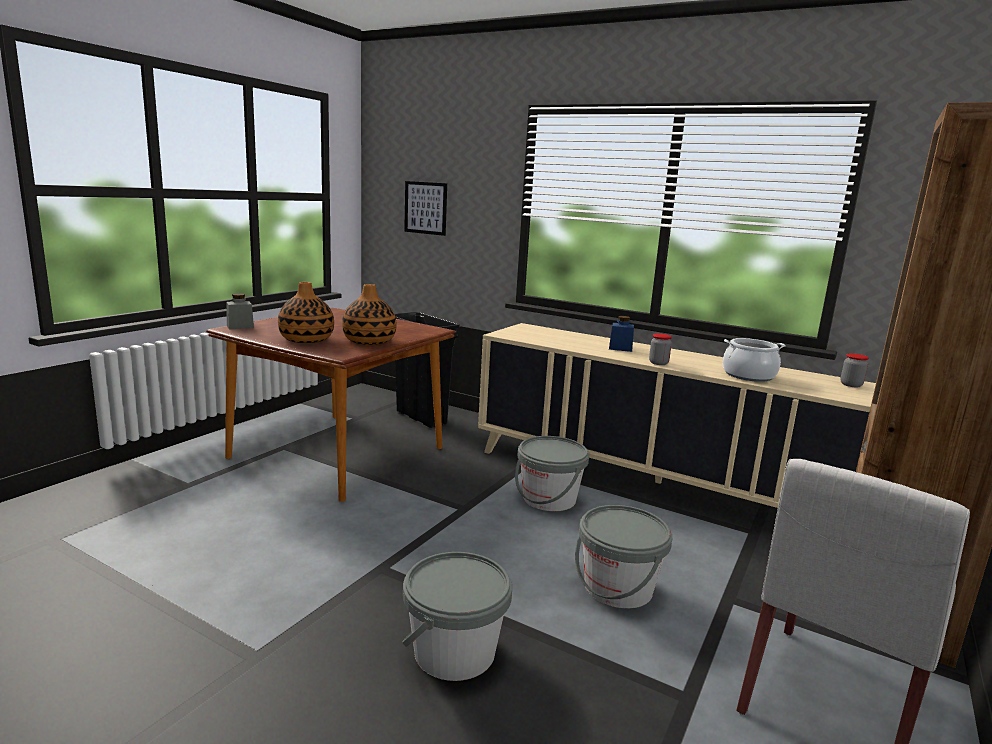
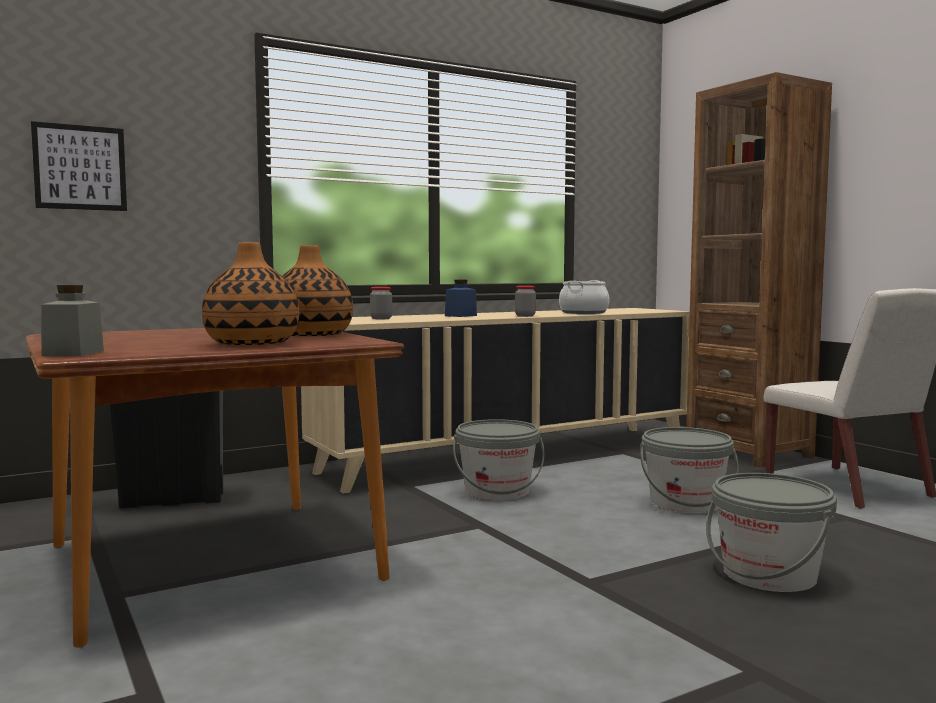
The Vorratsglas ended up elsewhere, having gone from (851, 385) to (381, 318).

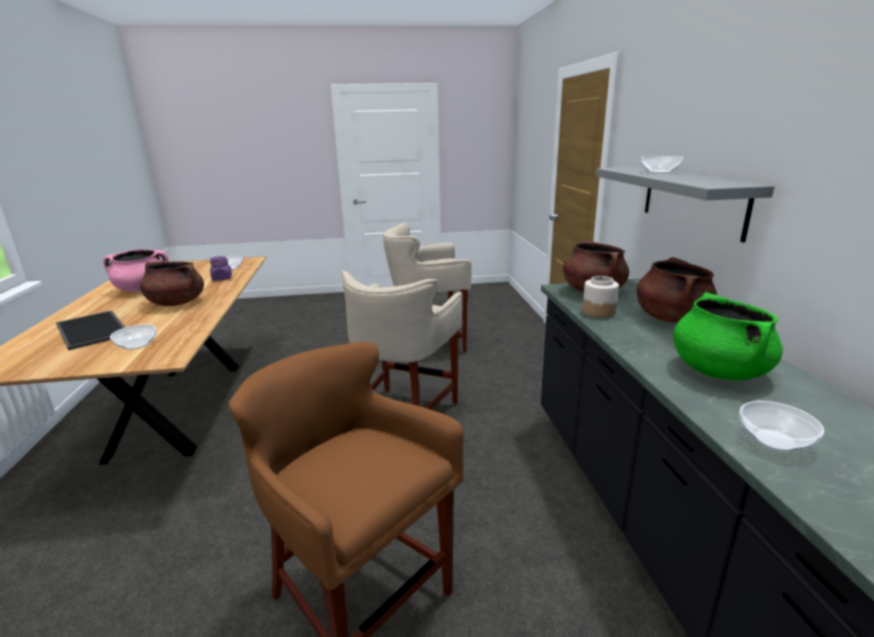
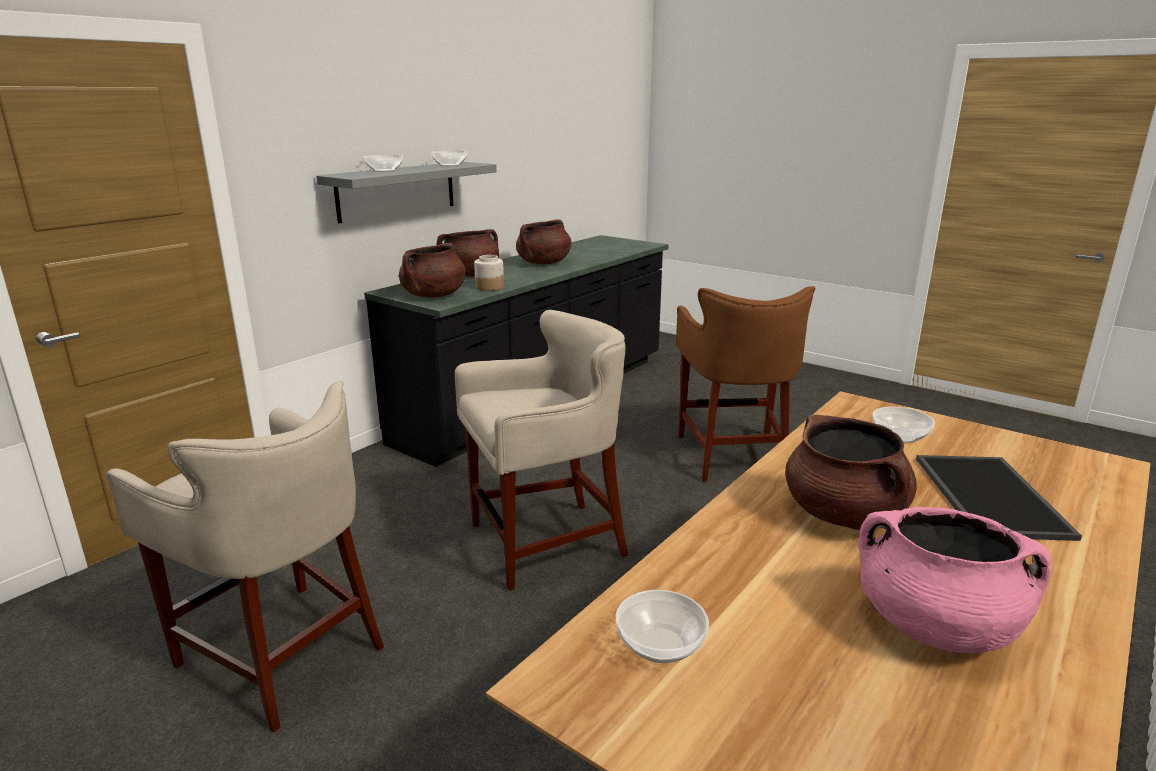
The Schüssel ended up elsewhere, having gone from (774, 439) to (449, 165). What was the Kochtopf (grün) at (718, 370) turned into the Kochtopf (braun) at (543, 263). The second view lost the Vorratsglas (lila) at (222, 278).

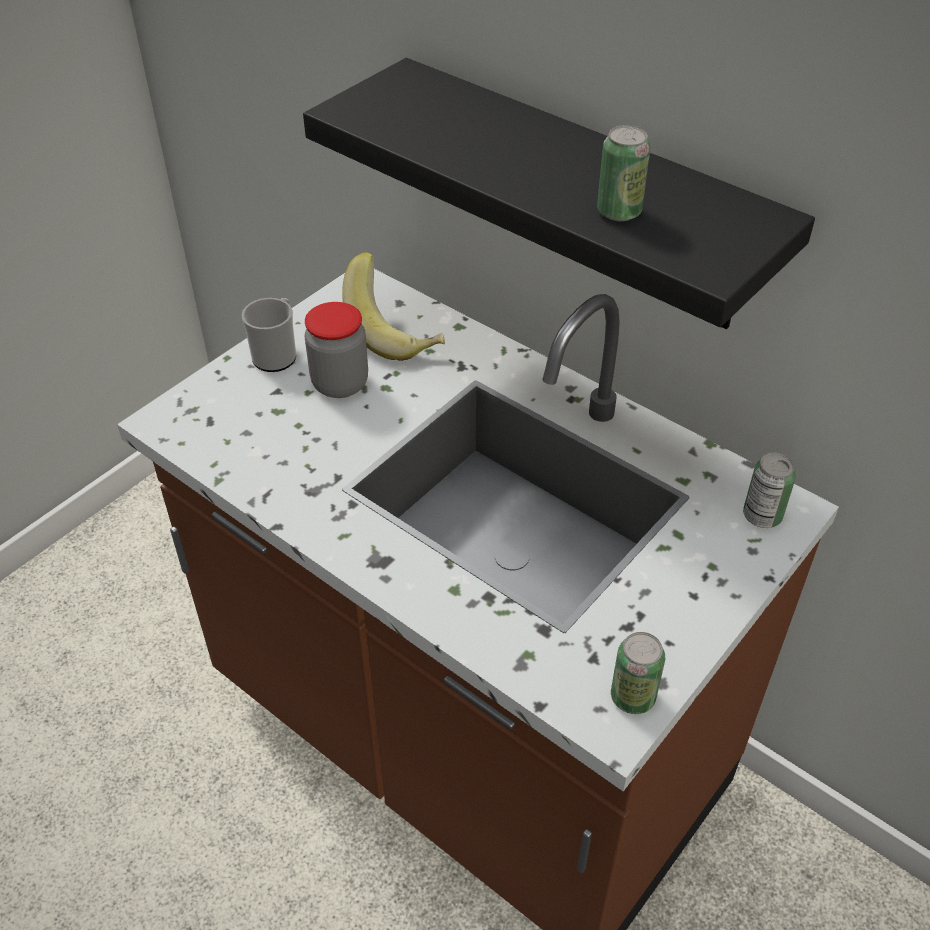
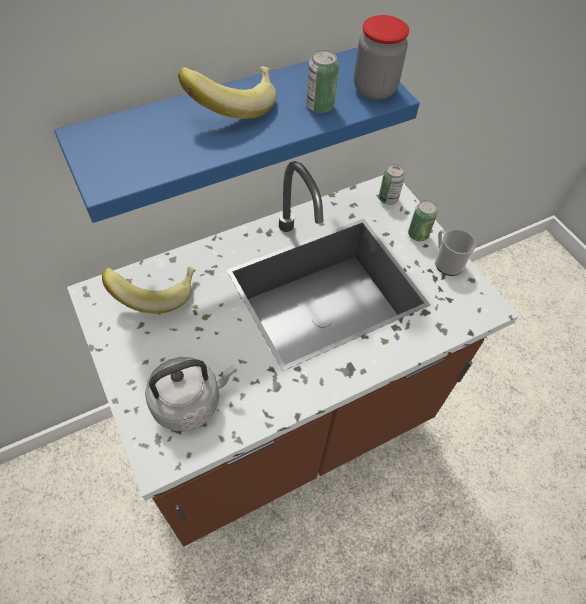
What was the Wandregal (schwarz) at (584, 196) turned into the Wandregal (blau) at (225, 126). The second view gained the Wasserkessel (grau) at (190, 402). The second view gained the Banane at (233, 105). The Vorratsglas ended up elsewhere, having gone from (340, 384) to (374, 89). The Dose ended up elsewhere, having gone from (632, 697) to (418, 234). The Henkelbecher ended up elsewhere, having gone from (277, 354) to (446, 262).

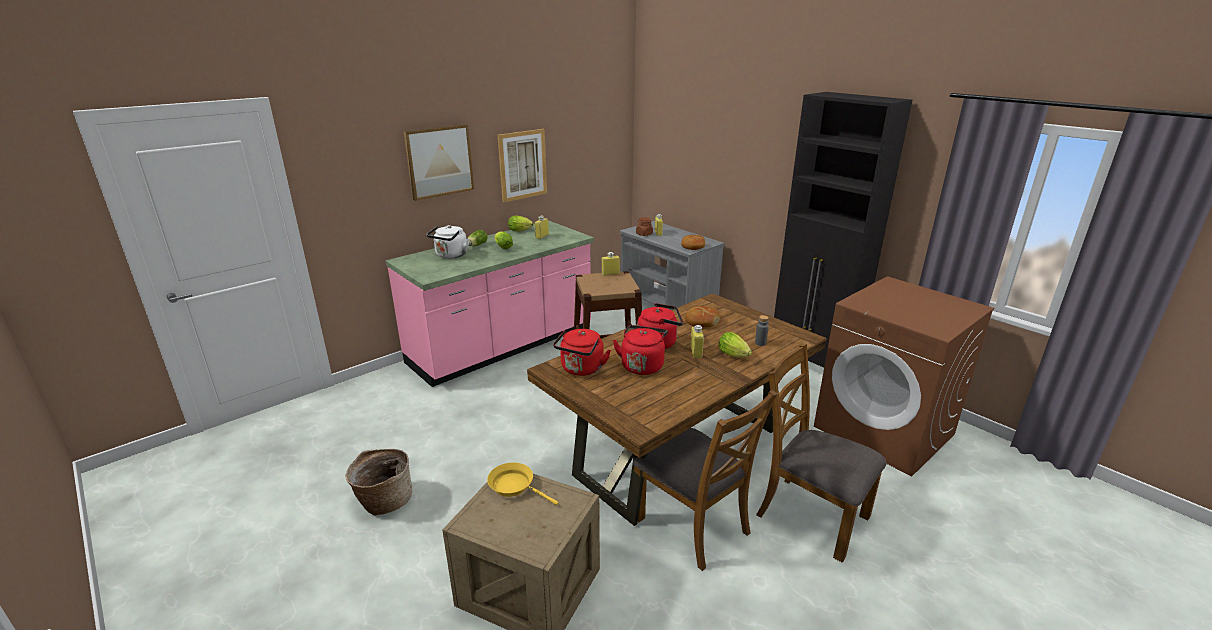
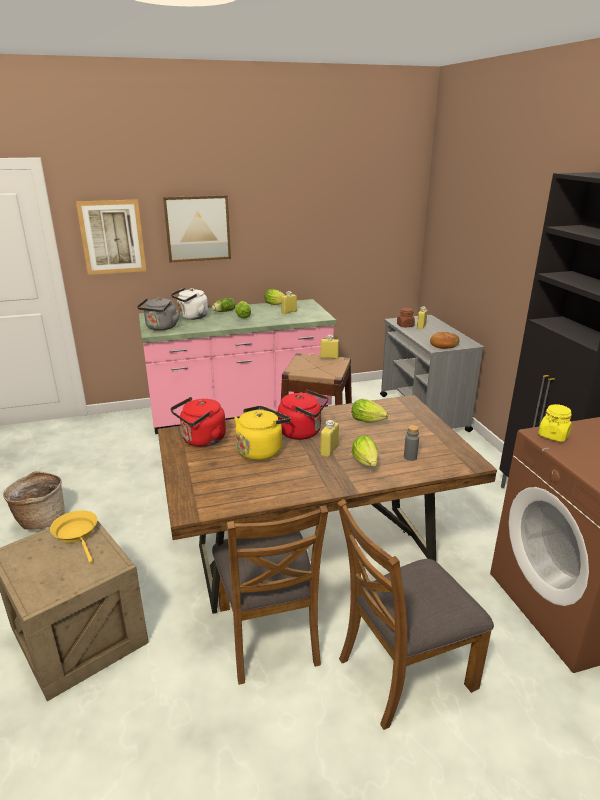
The Bild ended up elsewhere, having gone from (522, 165) to (112, 237). The second view gained the Wasserkessel (grau) at (161, 328). What was the Wasserkessel (rot) at (642, 365) turned into the Wasserkessel (gelb) at (261, 450). The Stuhl (braun) at (811, 515) ended up facing another way, 90 degrees counterclockwise from before. Where the Brot stood at (701, 322), the Salatkopf came to stand at (369, 421). The second view gained the Vorratsglas (gelb) at (553, 435).

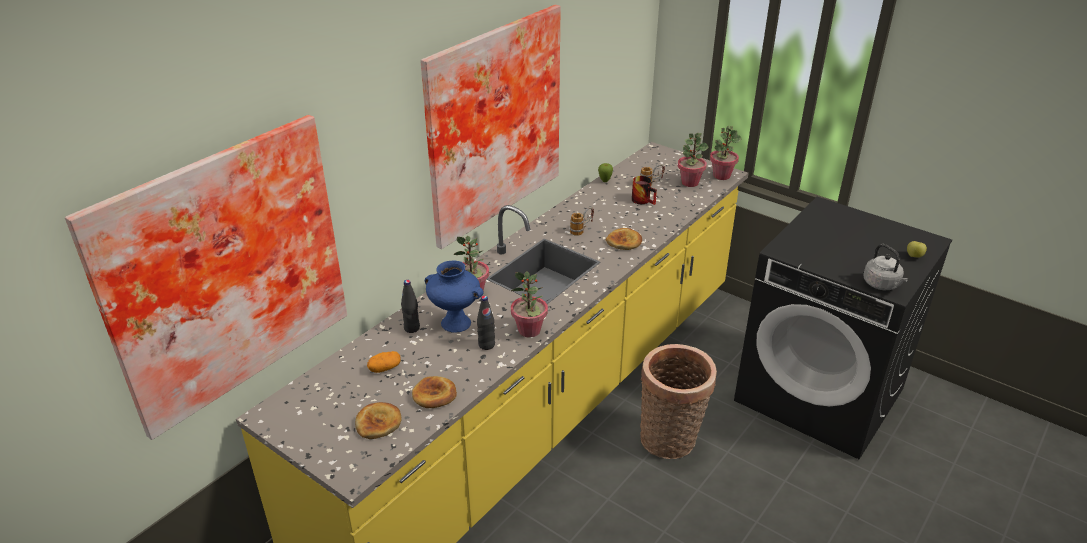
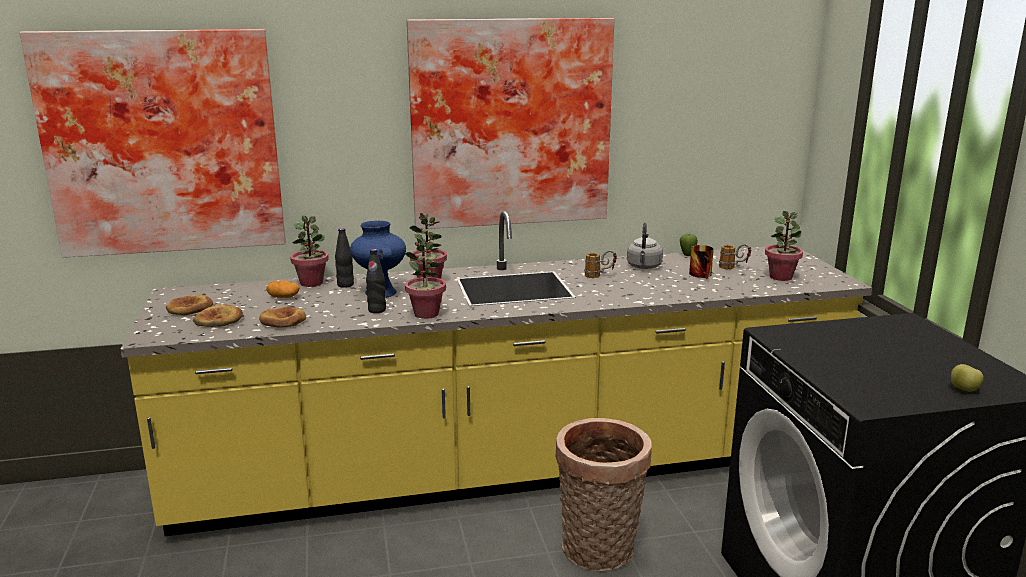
The Brot ended up elsewhere, having gone from (624, 242) to (189, 309). The Topfpflanze ended up elsewhere, having gone from (721, 176) to (312, 283). The Wasserkessel (grau) ended up elsewhere, having gone from (882, 285) to (644, 267).

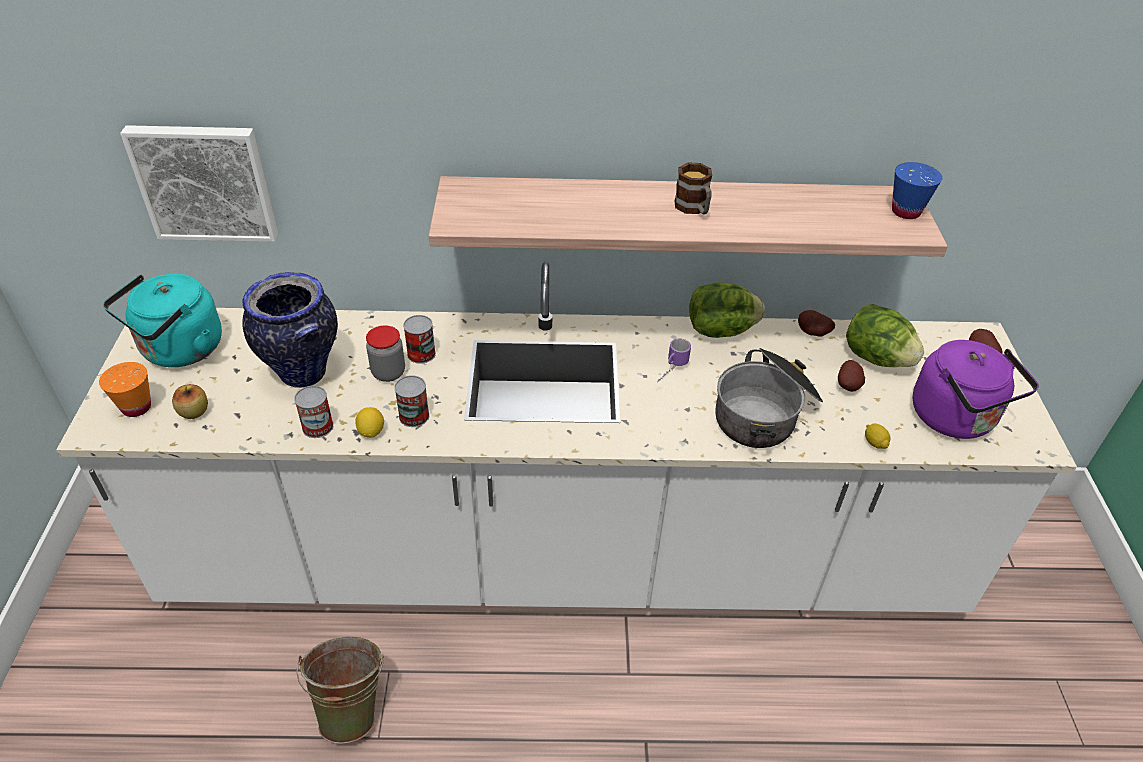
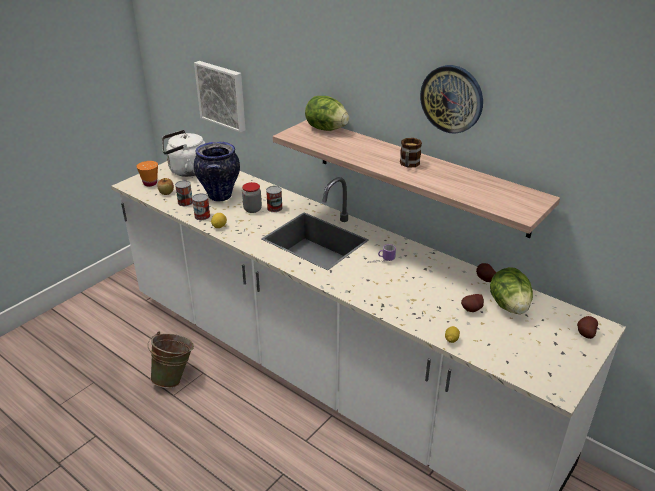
What was the Wasserkessel (türkis) at (179, 351) turned into the Wasserkessel (weiß) at (186, 171). The Dose ended up elsewhere, having gone from (414, 416) to (185, 202). The Salatkopf ended up elsewhere, having gone from (720, 330) to (326, 129). The second view gained the Wanduhr at (452, 99). The second view lost the Kochtopf at (765, 413). The second view lost the Tasse (blau) at (906, 211). The second view lost the Wasserkessel (lila) at (956, 419).

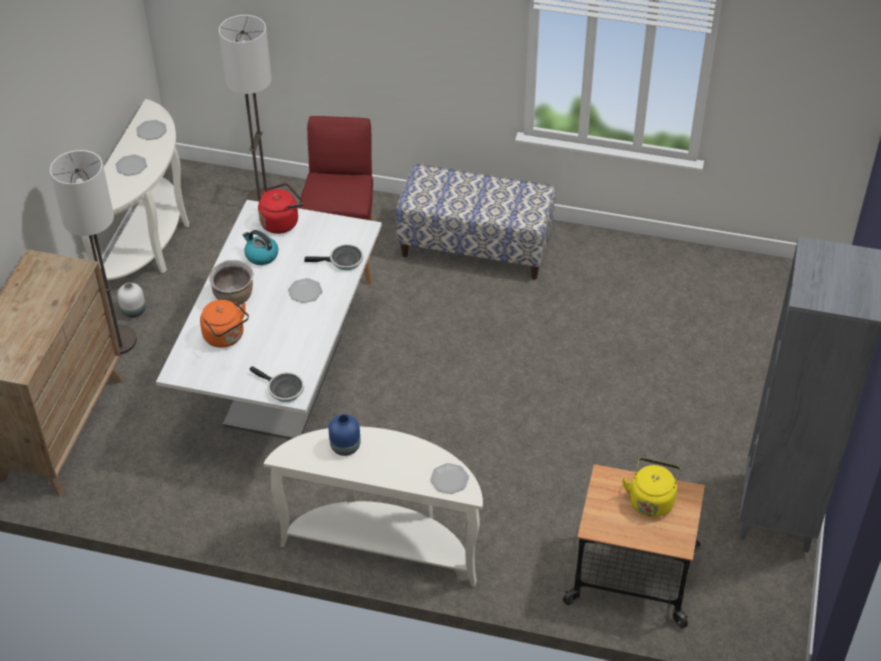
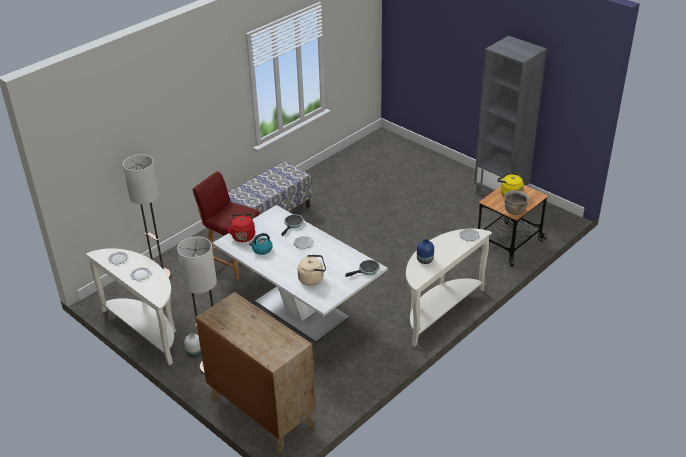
What was the Wasserkessel (orange) at (226, 337) turned into the Wasserkessel (beige) at (312, 279). The Kochtopf (braun) ended up elsewhere, having gone from (234, 298) to (515, 211).

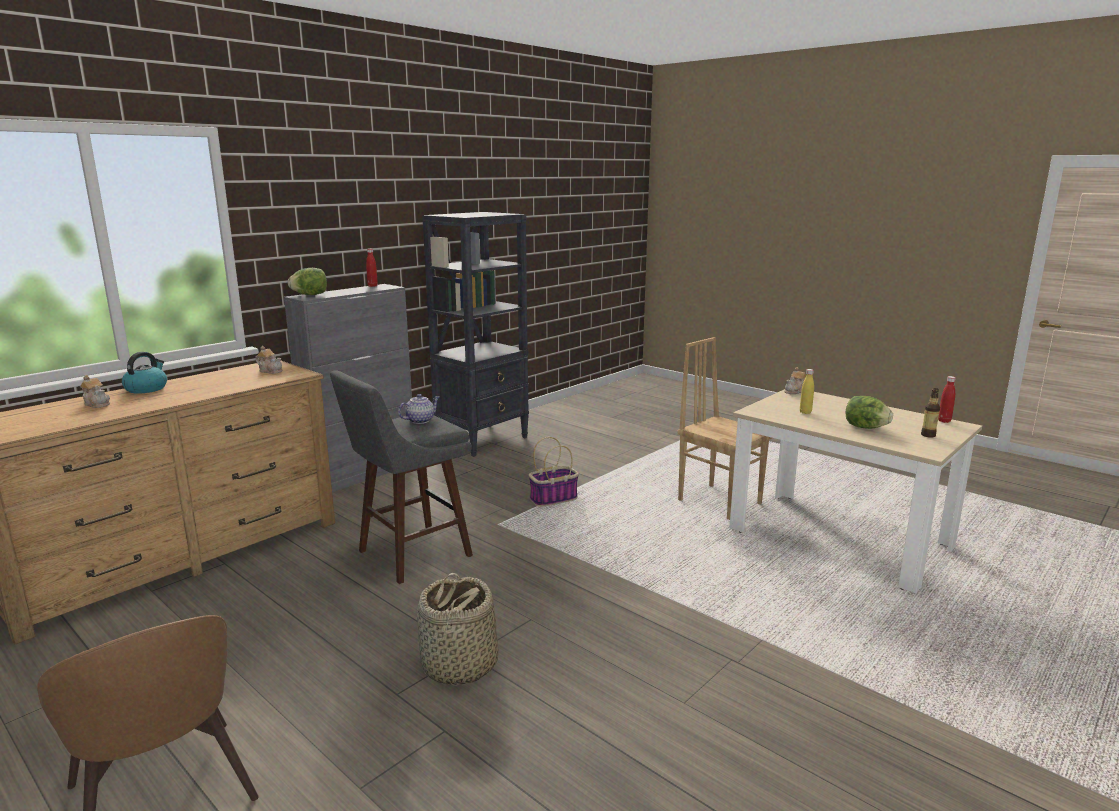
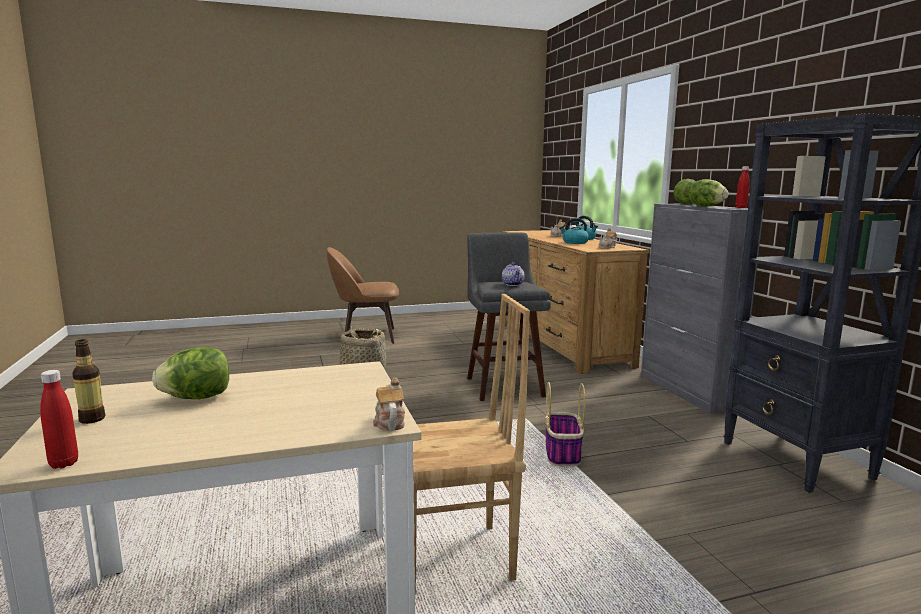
The second view gained the Wasserkessel at (574, 242). The second view gained the Salatkopf at (706, 206). The second view lost the Flasche (gelb) at (805, 412).

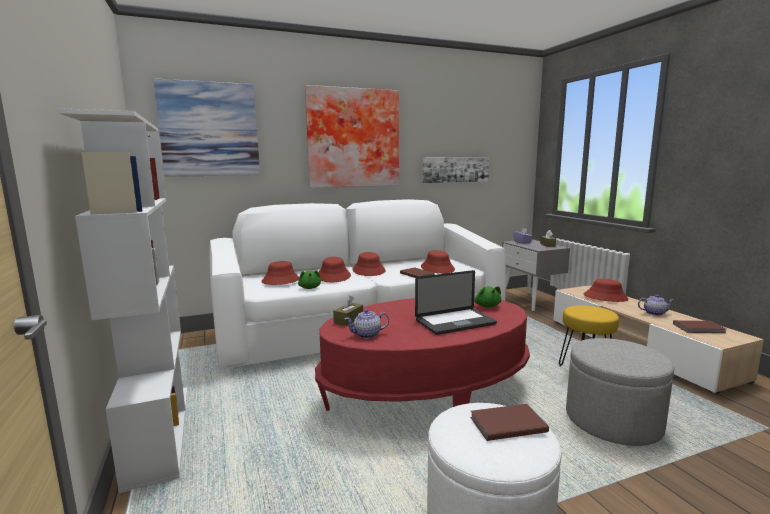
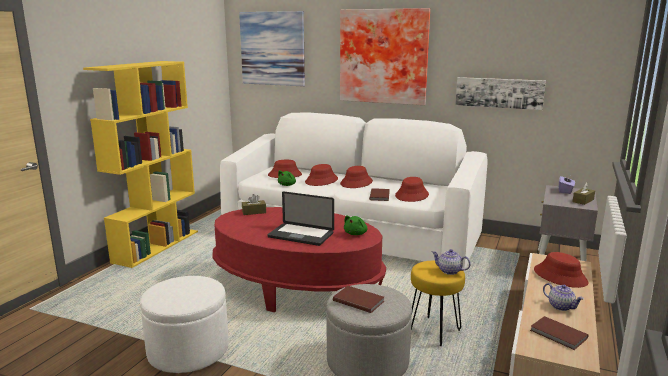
What was the Bücherregal (weiß) at (158, 431) turned into the Bücherregal (gelb) at (157, 246). The Buch (braun) ended up elsewhere, having gone from (506, 424) to (358, 300). The Teekanne ended up elsewhere, having gone from (367, 335) to (449, 271).

